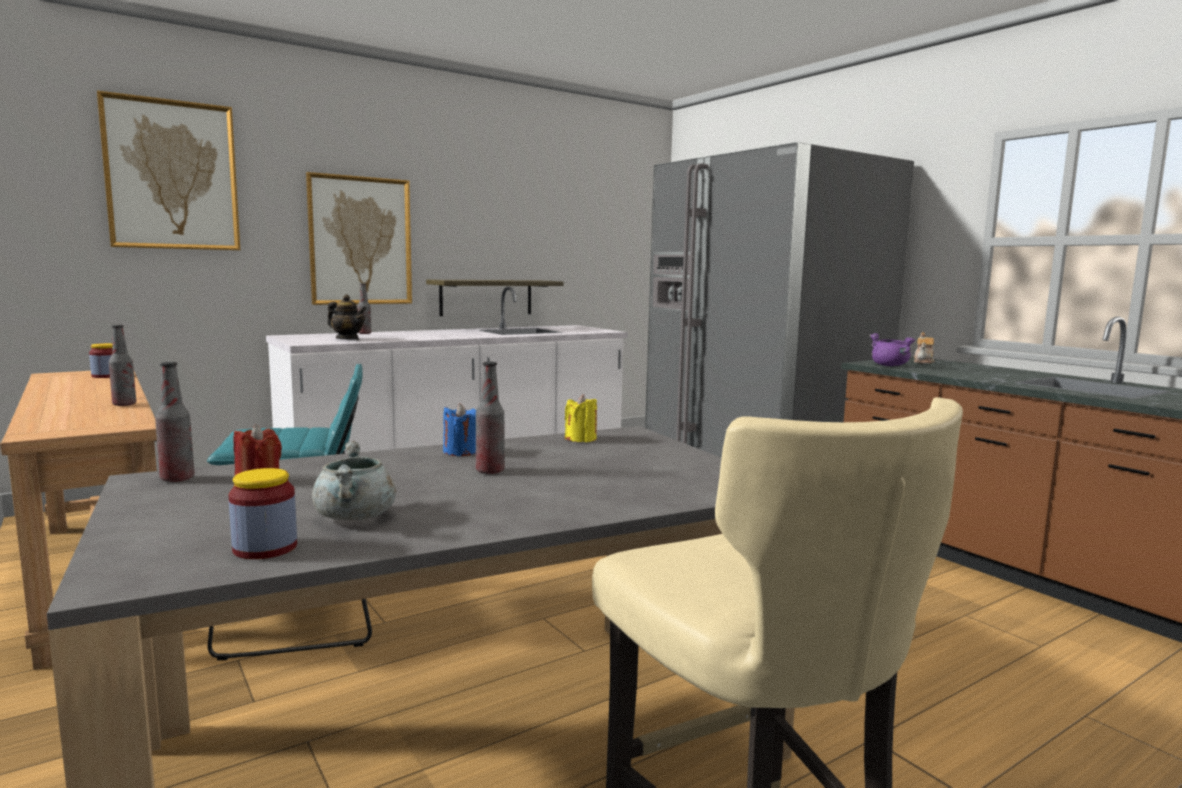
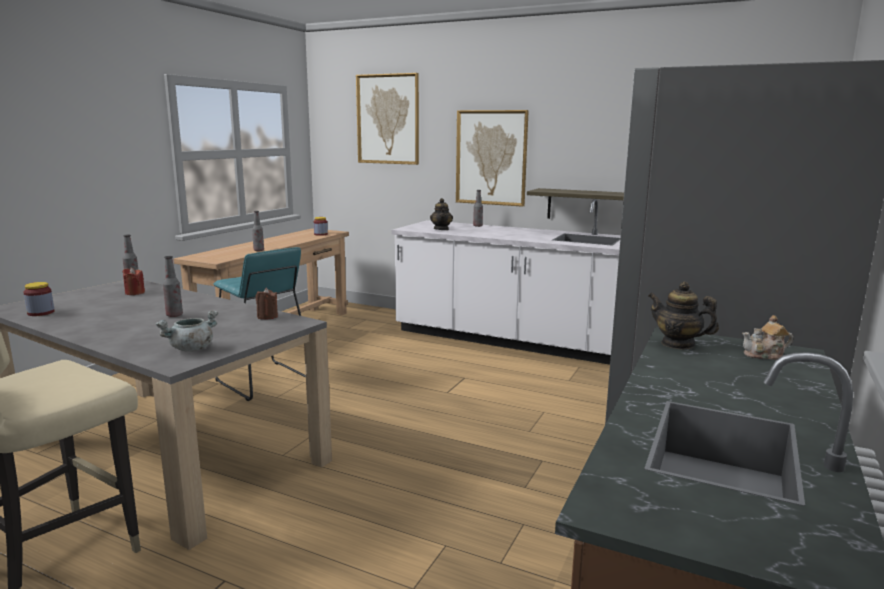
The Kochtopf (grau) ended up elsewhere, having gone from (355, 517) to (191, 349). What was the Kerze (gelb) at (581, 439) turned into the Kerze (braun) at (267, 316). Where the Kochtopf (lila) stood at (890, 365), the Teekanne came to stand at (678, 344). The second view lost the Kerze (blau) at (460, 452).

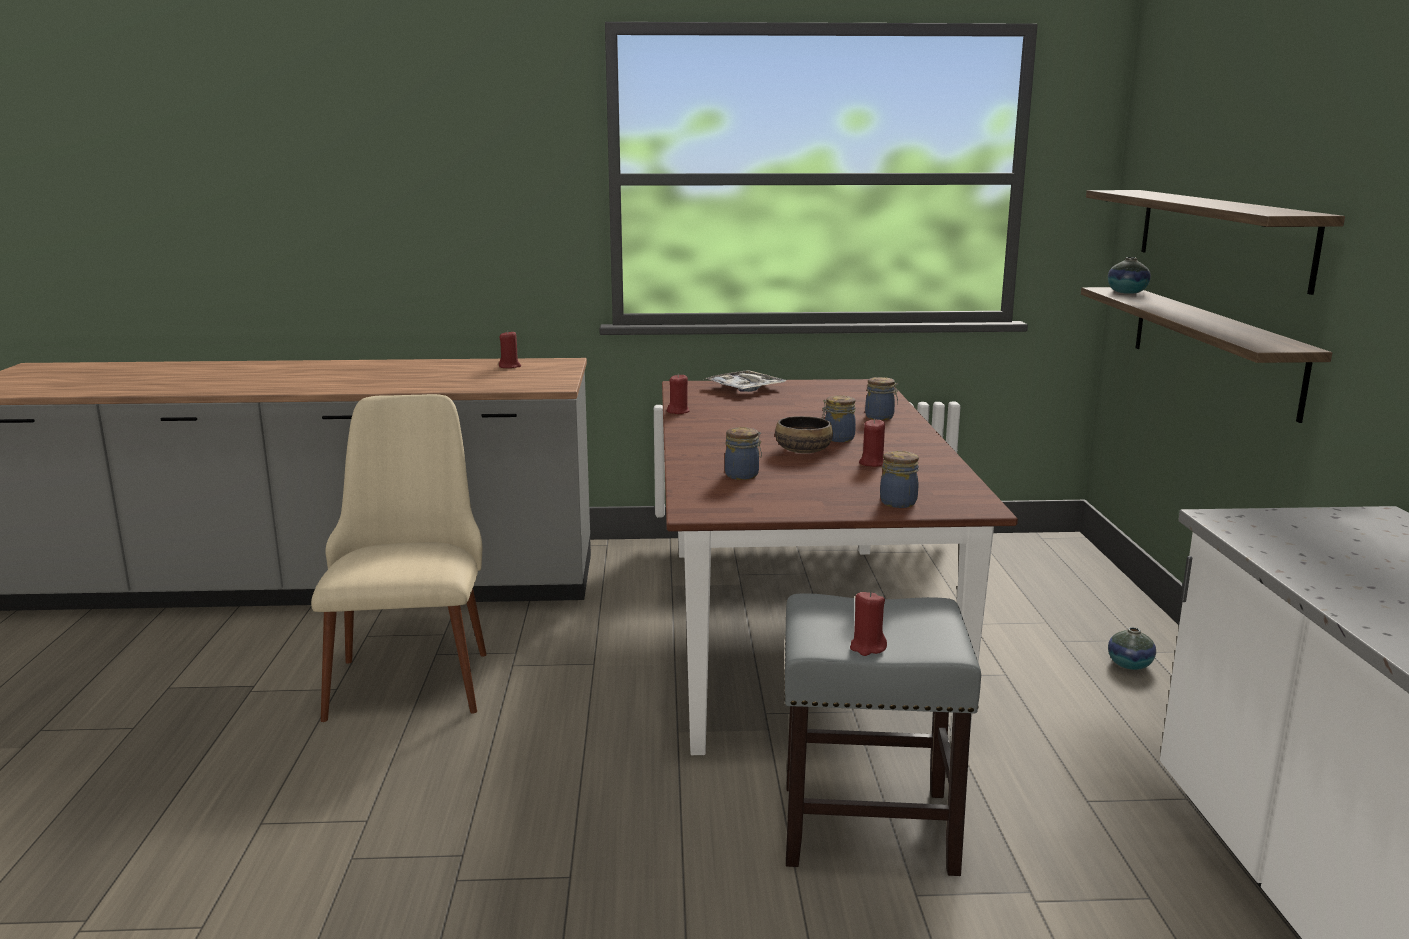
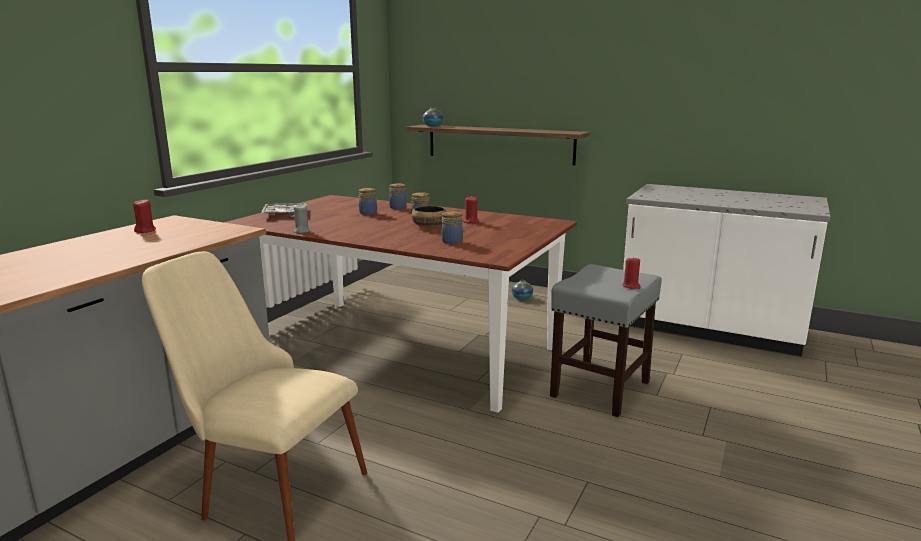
What was the Kerze (rot) at (678, 411) turned into the Kerze (grau) at (301, 231). The Vorratsglas ended up elsewhere, having gone from (898, 502) to (367, 213). The second view lost the Wandregal at (1220, 235).

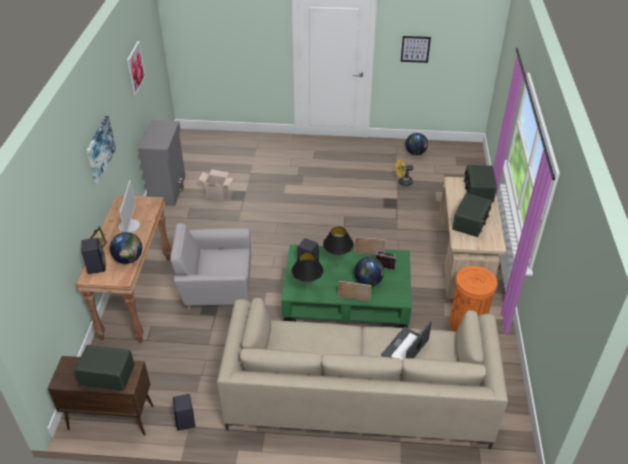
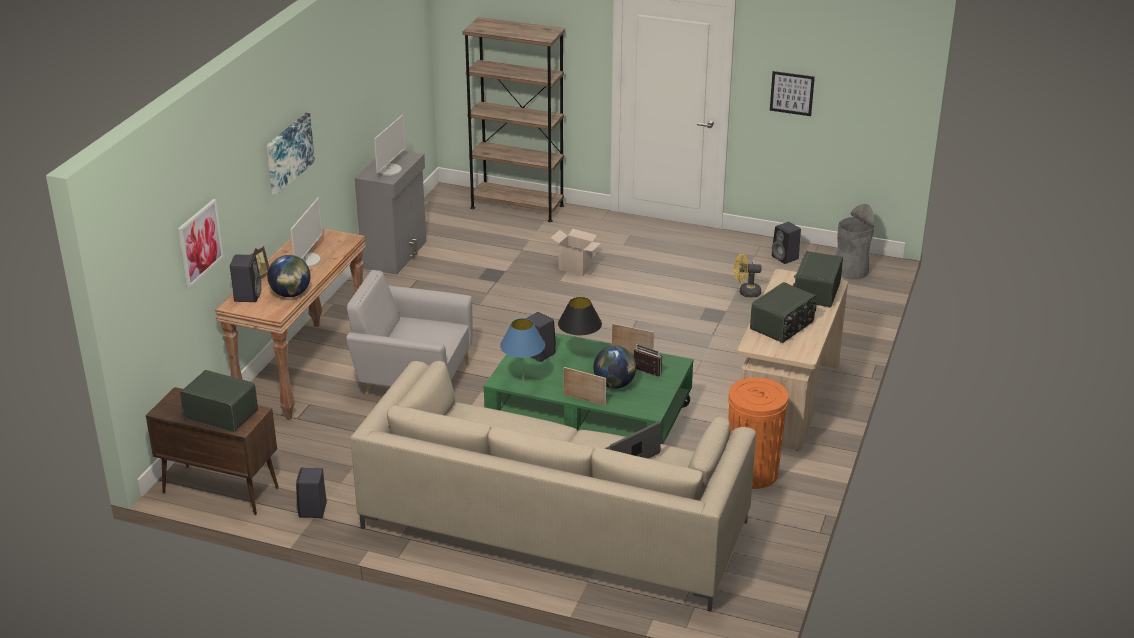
The Bild ended up elsewhere, having gone from (135, 68) to (200, 242). The second view gained the Monitor at (389, 170). The second view gained the Bücherregal (braun) at (517, 207). What was the Tischlampe (schwarz) at (307, 293) turned into the Tischlampe (blau) at (523, 384). The Karton ended up elsewhere, having gone from (218, 195) to (576, 268). Where the Globus stood at (415, 153), the Lautsprecher (schwarz) came to stand at (785, 258). The second view gained the Mülleimer (grau) at (851, 271).

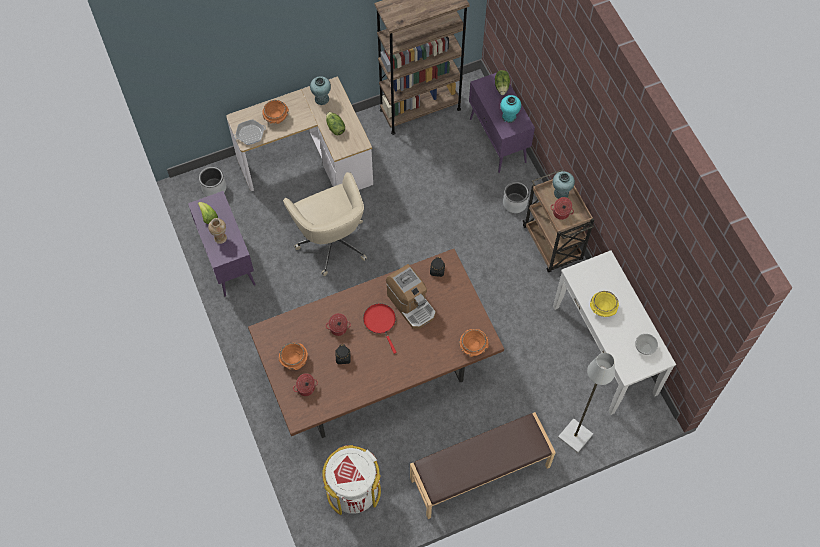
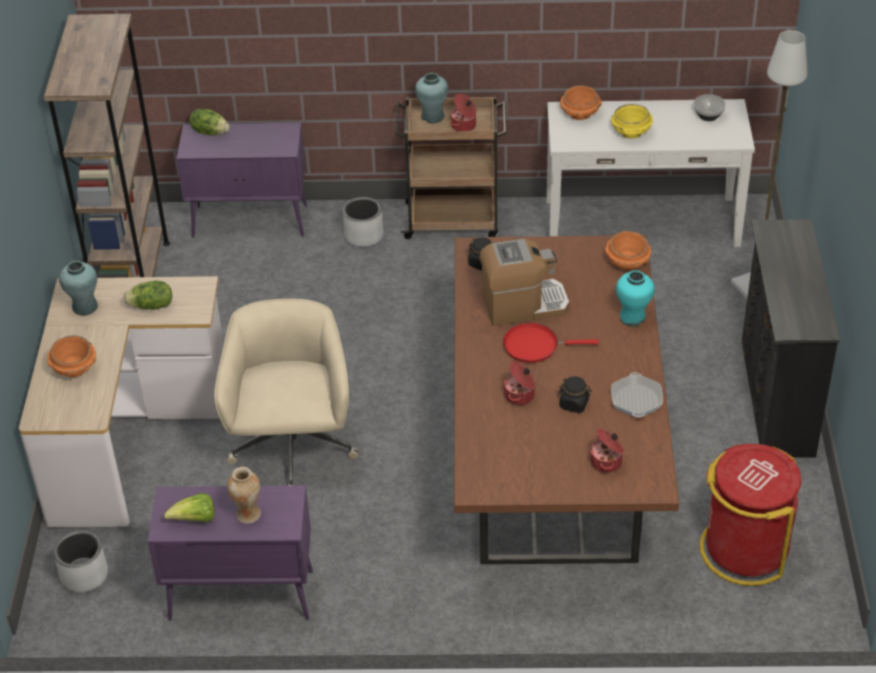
The Bürostuhl (beige) at (332, 240) ended up facing another way, 90 degrees counterclockwise from before. The Schüssel (orange) ended up elsewhere, having gone from (294, 360) to (580, 114). The Pfanne ended up elsewhere, having gone from (250, 134) to (636, 400). The Vase (türkis) ended up elsewhere, having gone from (509, 117) to (632, 317). What was the Mülleimer (weiß) at (353, 490) turned into the Mülleimer (rot) at (744, 549). Where the Bank (braun) stood at (480, 473), the Kommode (schwarz) came to stand at (774, 398).

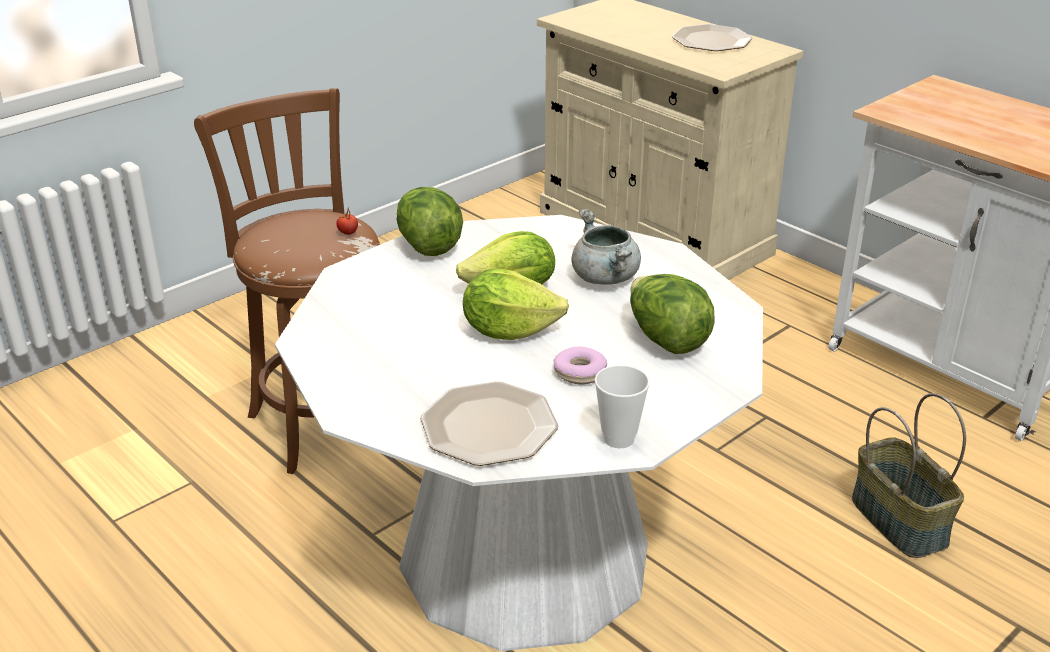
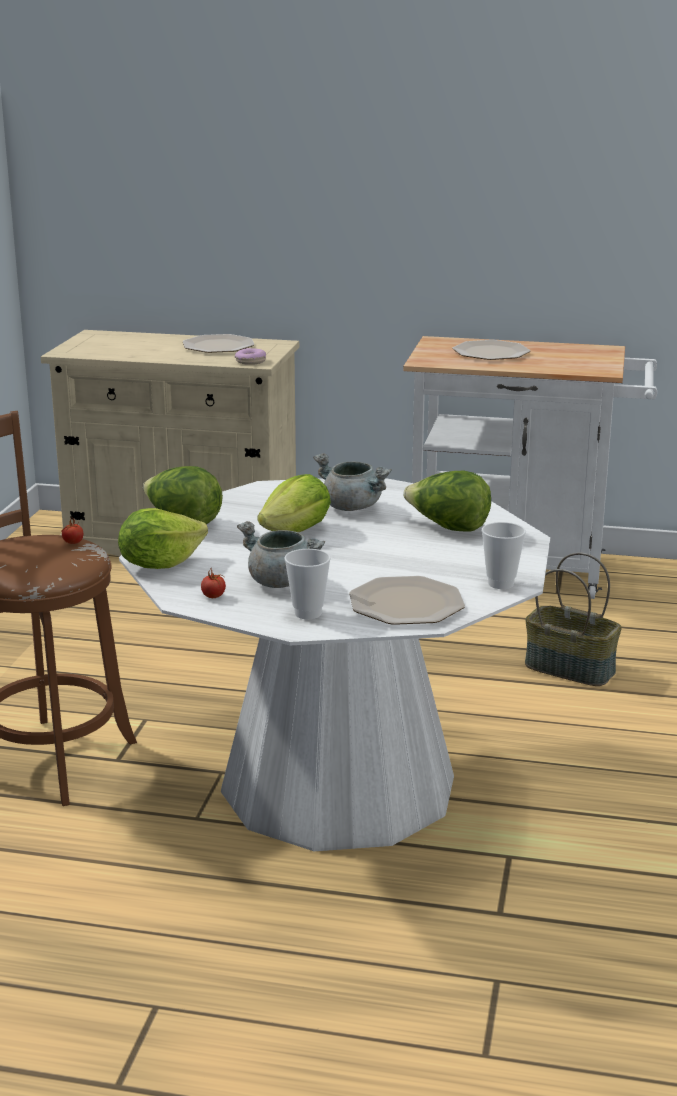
The Salatkopf ended up elsewhere, having gone from (509, 330) to (159, 564). The second view gained the Tomate at (213, 596). The Donut ended up elsewhere, having gone from (579, 373) to (250, 361). The second view gained the Kochtopf (grau) at (283, 582). The second view gained the Tasse at (308, 613). The second view gained the Teller at (490, 352).

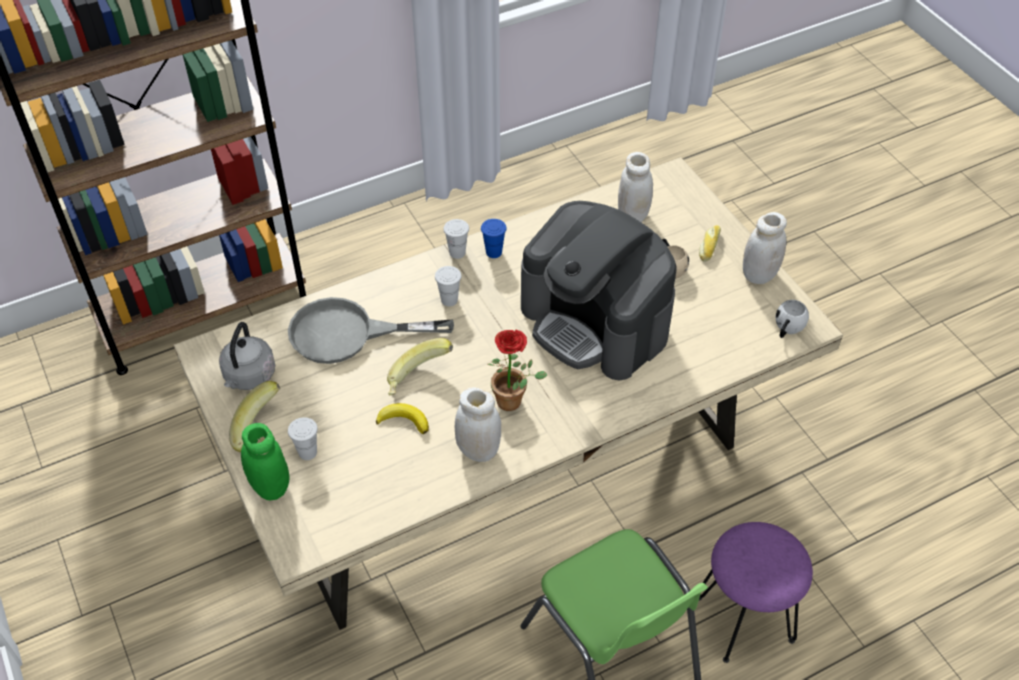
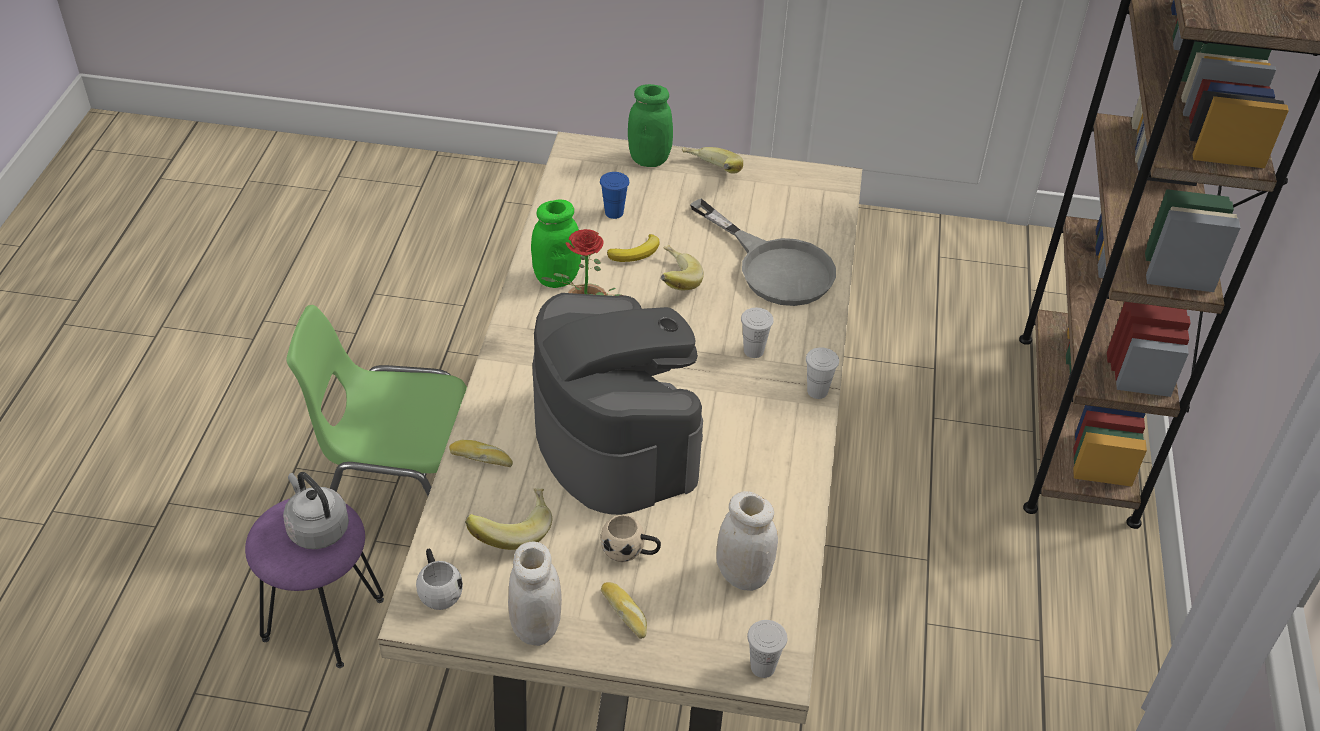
The Wasserkessel (grau) ended up elsewhere, having gone from (249, 377) to (316, 528). The second view gained the Brot at (481, 458). The second view gained the Banane at (512, 529). What was the Vorratsglas (weiß) at (478, 450) turned into the Vorratsglas (grün) at (556, 278). The Kaffeemaschine at (596, 322) ended up facing another way, 75 degrees clockwise from before. The Tasse (blau) ended up elsewhere, having gone from (494, 252) to (614, 212). The Pfanne (grau) at (348, 334) ended up facing another way, 105 degrees clockwise from before. The Tasse (weiß) ended up elsewhere, having gone from (307, 452) to (762, 667).

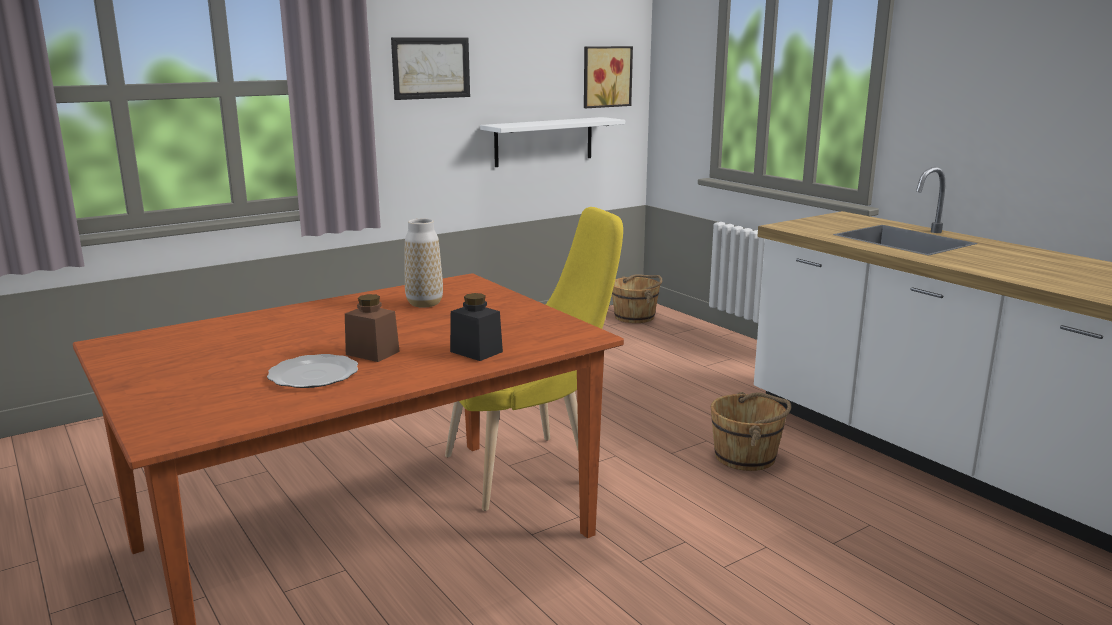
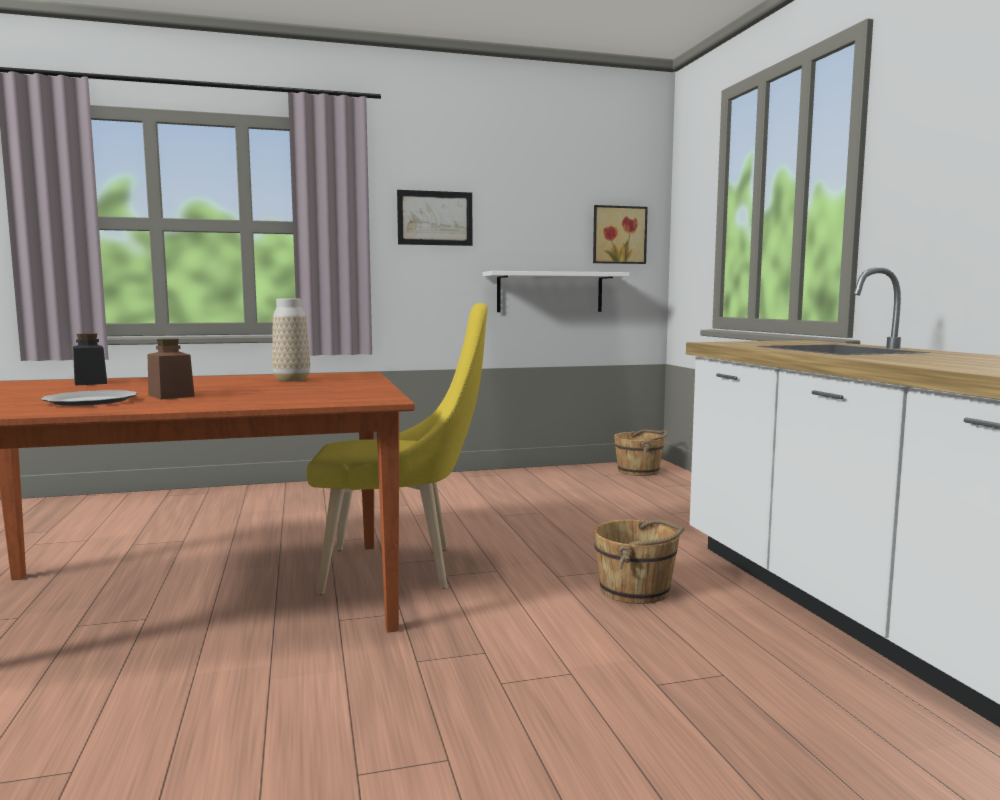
The Vorratsglas (schwarz) ended up elsewhere, having gone from (476, 351) to (90, 382).

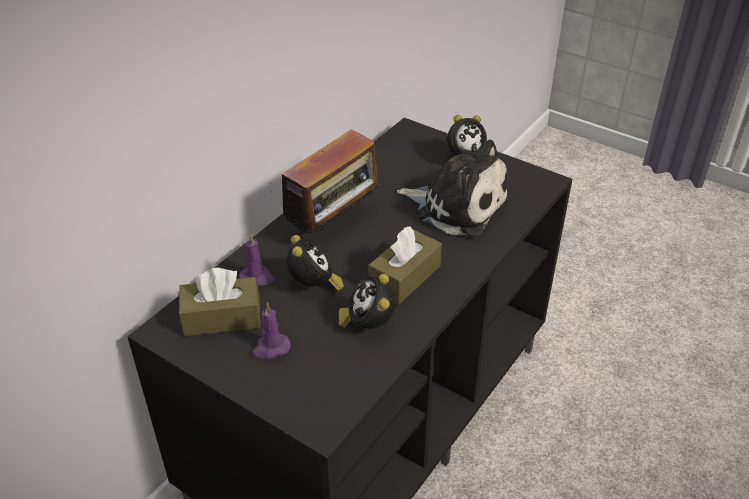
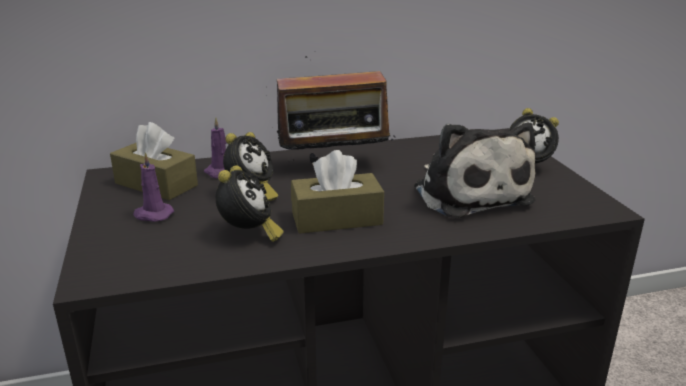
The Wecker at (368, 325) ended up facing another way, 150 degrees clockwise from before.

